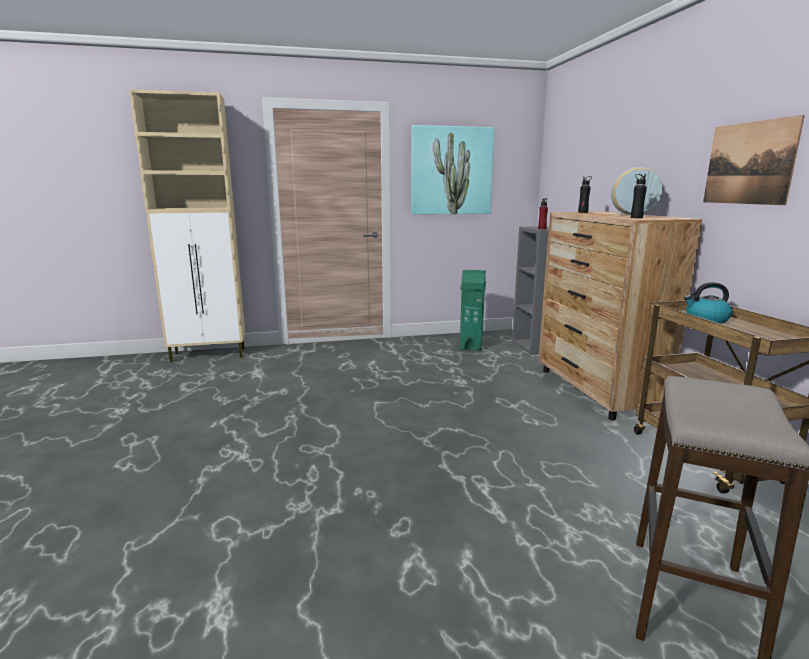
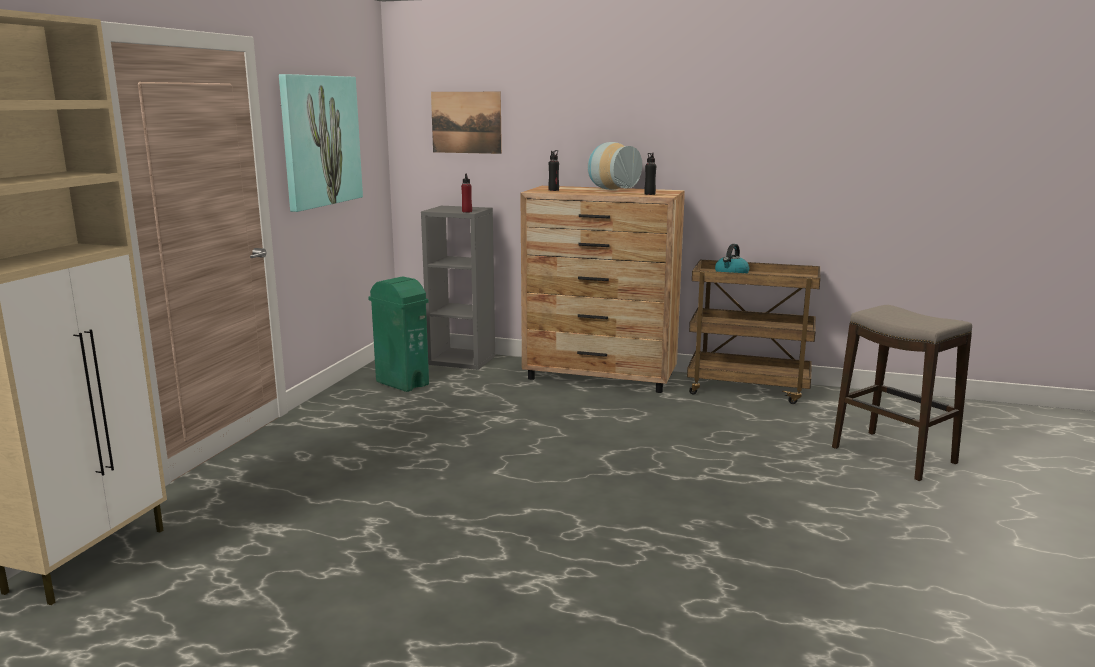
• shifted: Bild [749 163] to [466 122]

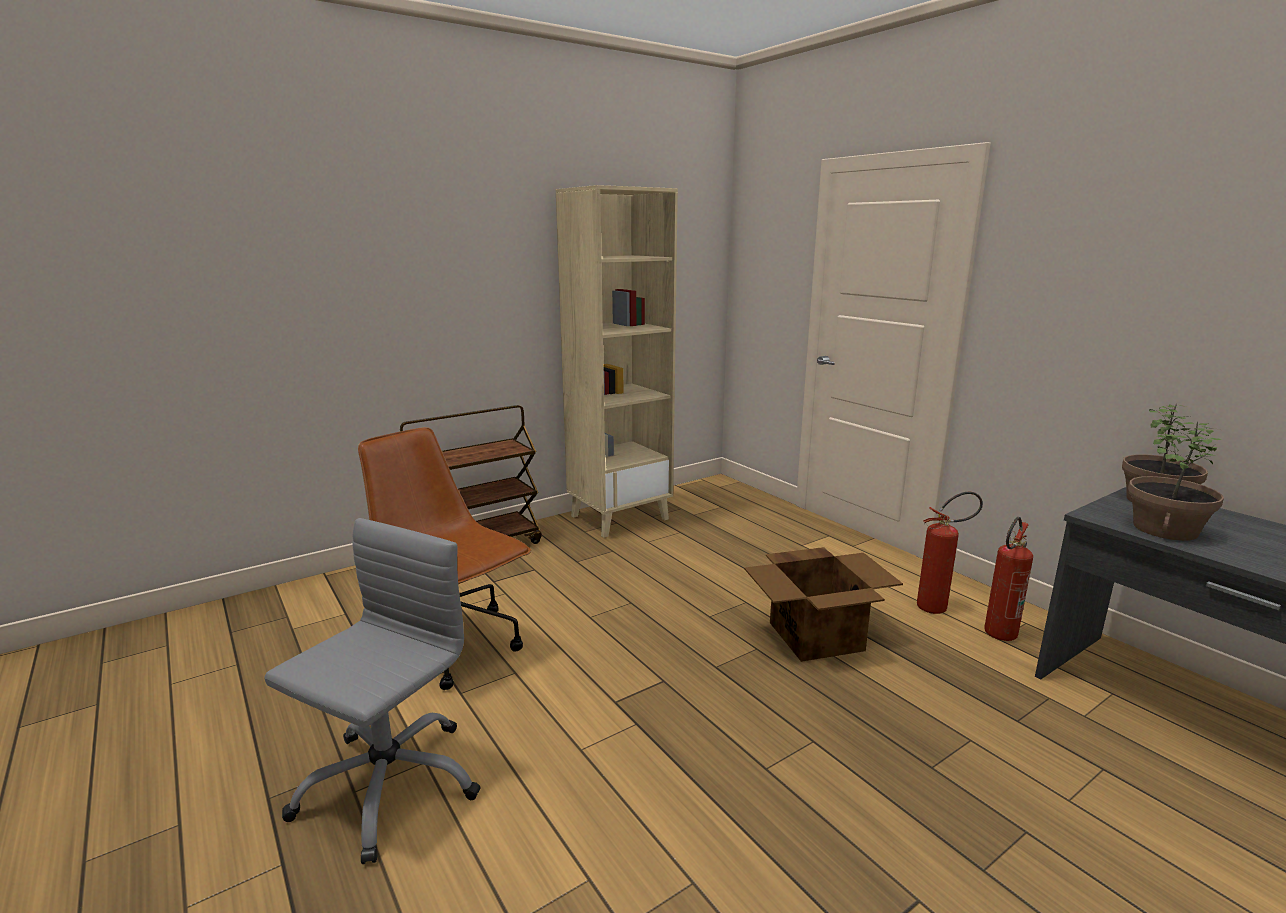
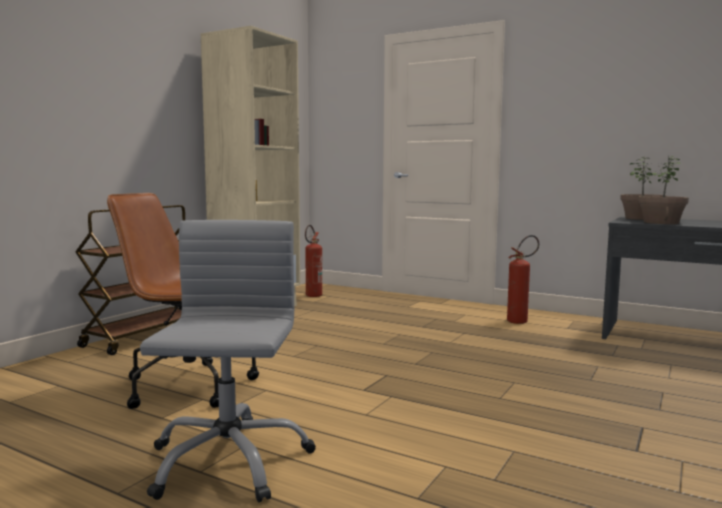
• shifted: Feuerlöscher [998 636] to [312 296]
• gone: Karton [817 636]

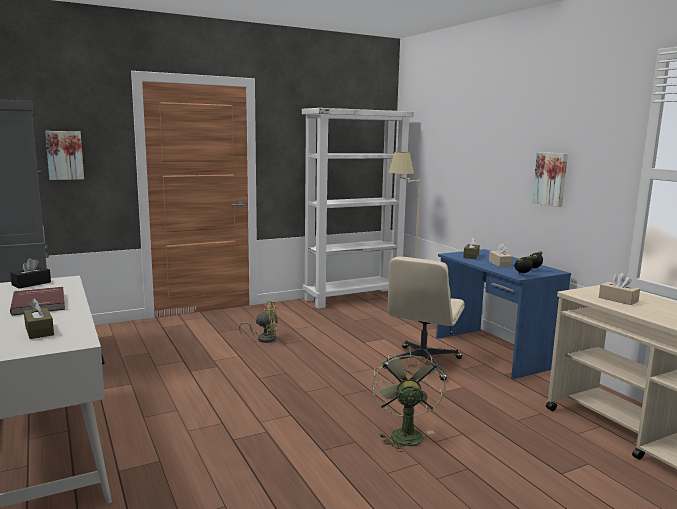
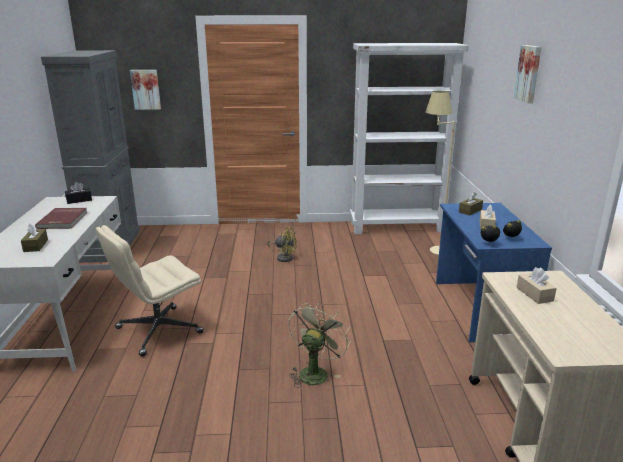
• shifted: Bürostuhl [beige] [422 363] to [158 331]
• shifted: Bild [551 179] to [529 73]

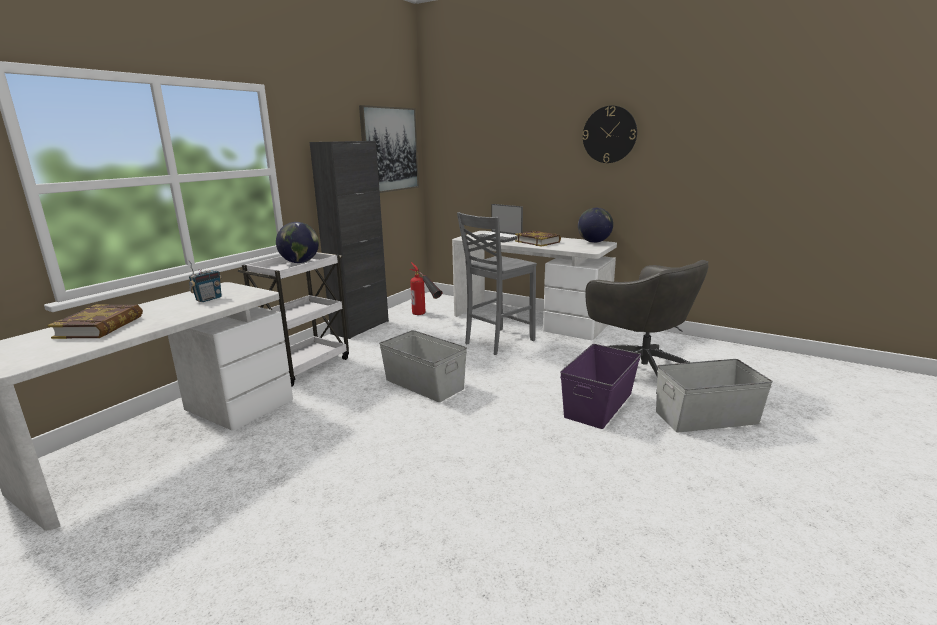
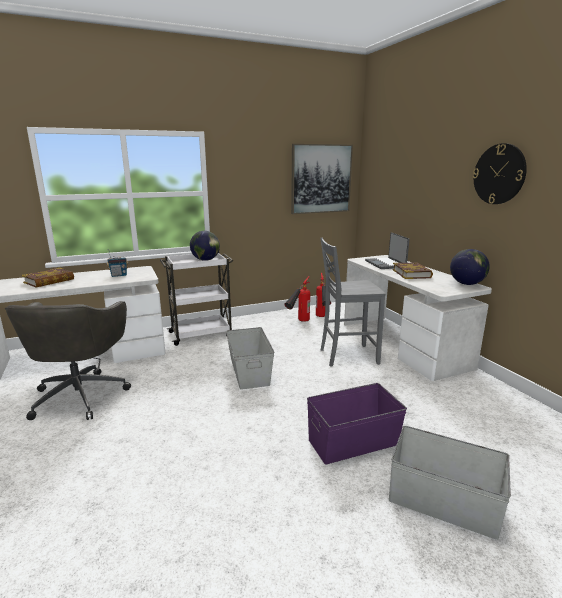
• shifted: Bürostuhl [grau] [640 370] to [81 395]
• new: Feuerlöscher [298 323]
• gone: Schrank [schwarz] [360 327]

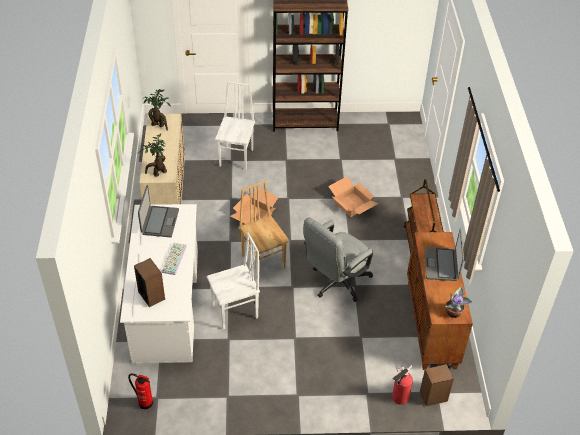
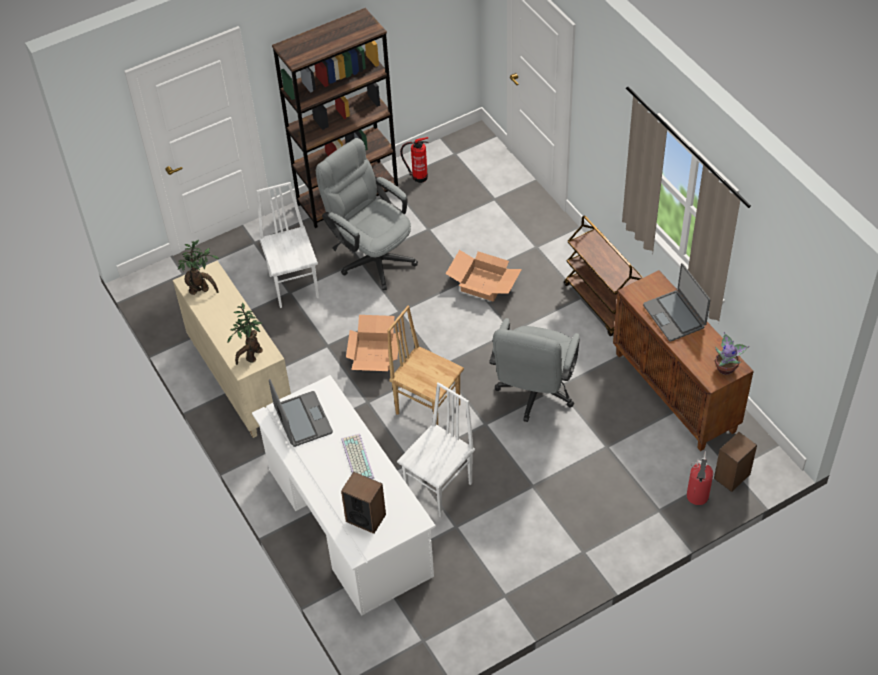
• new: Bürostuhl [grau] [371 256]
• shifted: Feuerlöscher [144 402] to [418 177]

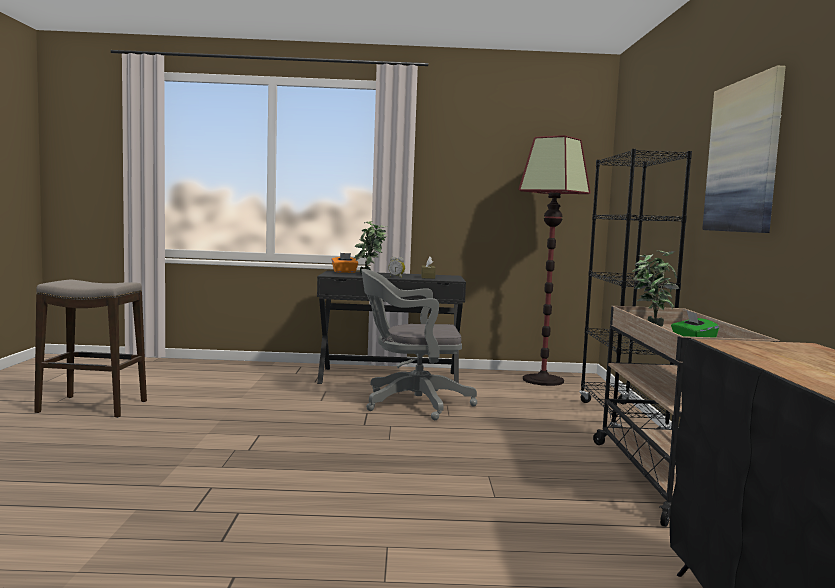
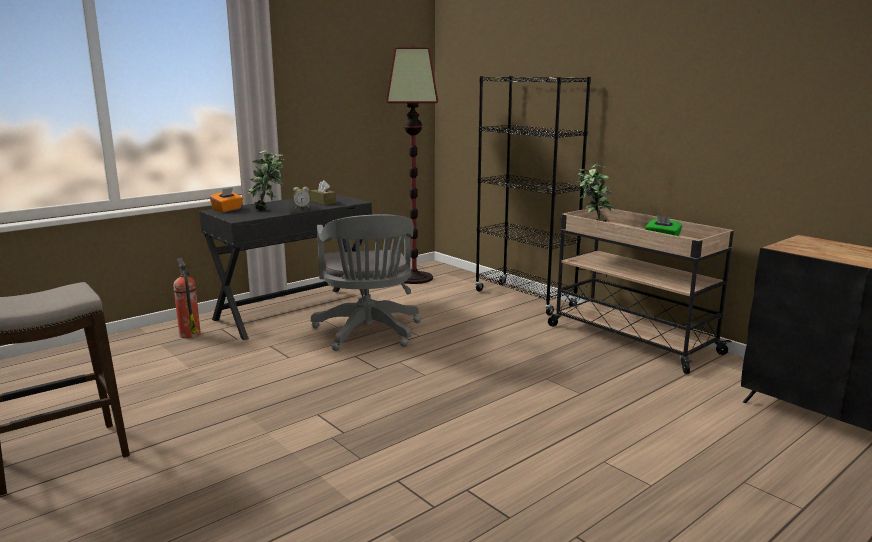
• new: Feuerlöscher [189 334]
• rotated: Bürostuhl [grau] [411 403] = [368 334] 60 degrees counterclockwise
• gone: Bild [744 156]

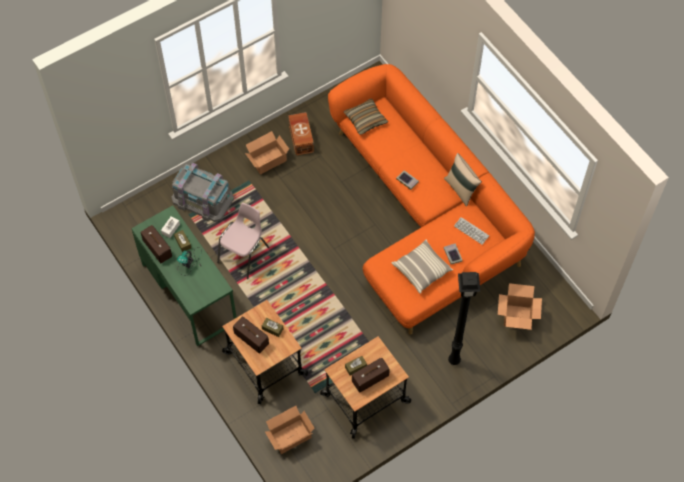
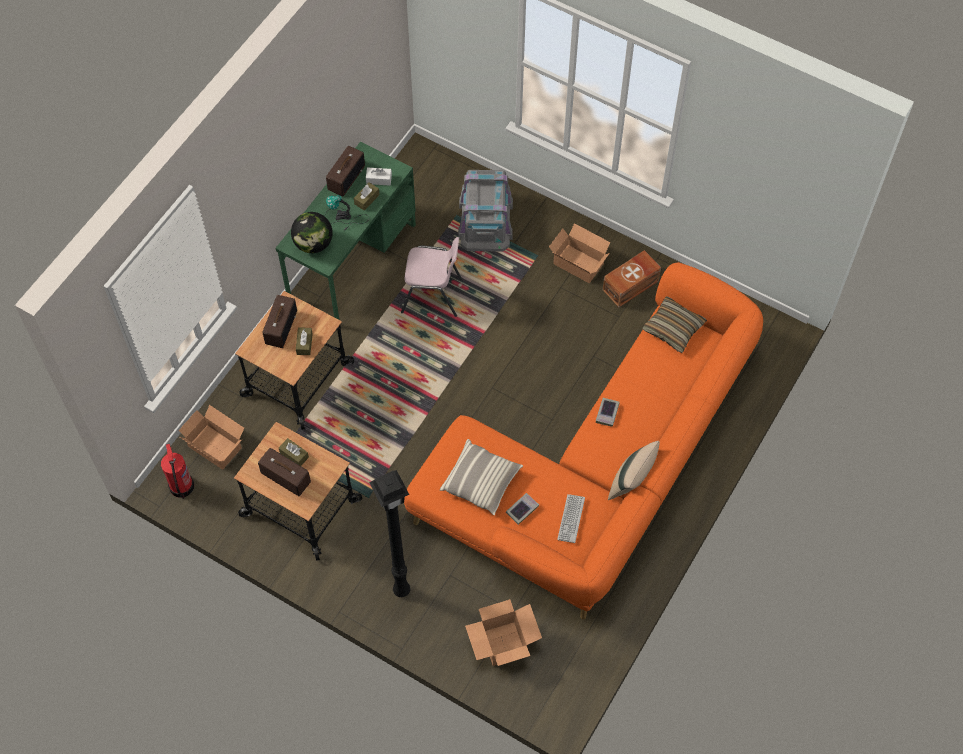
• new: Feuerlöscher [181 487]
• new: Globus [313 244]

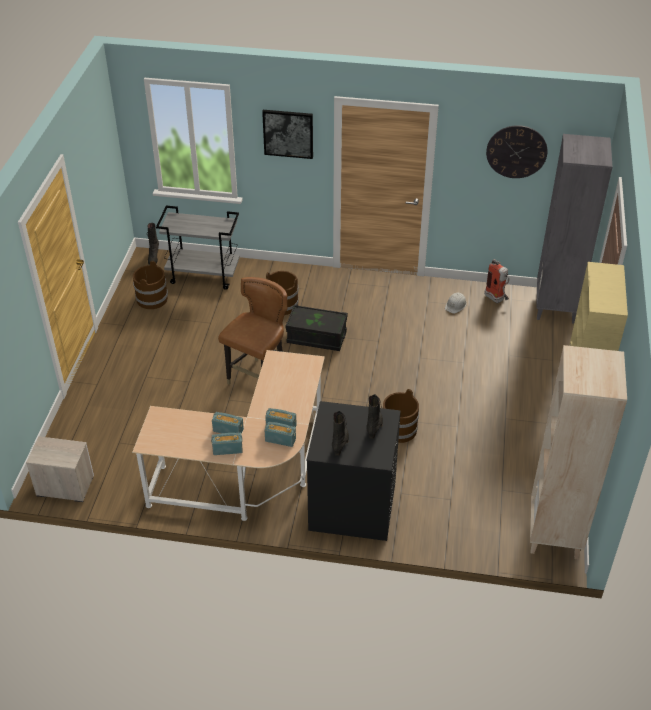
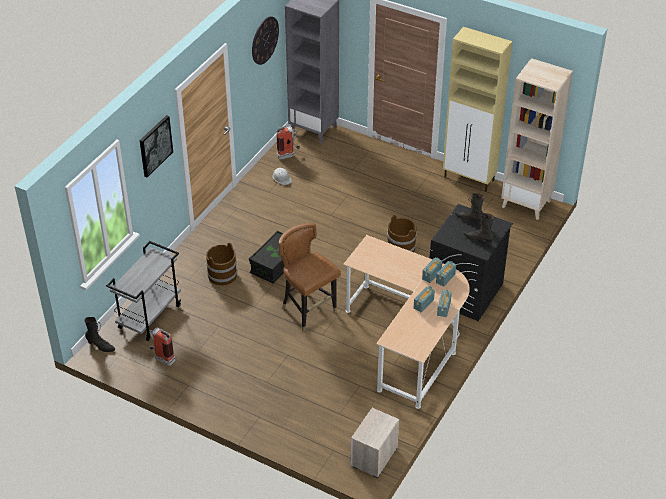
• swapped: Eimer [braun] [152 299] to Feuerlöscher [162 358]

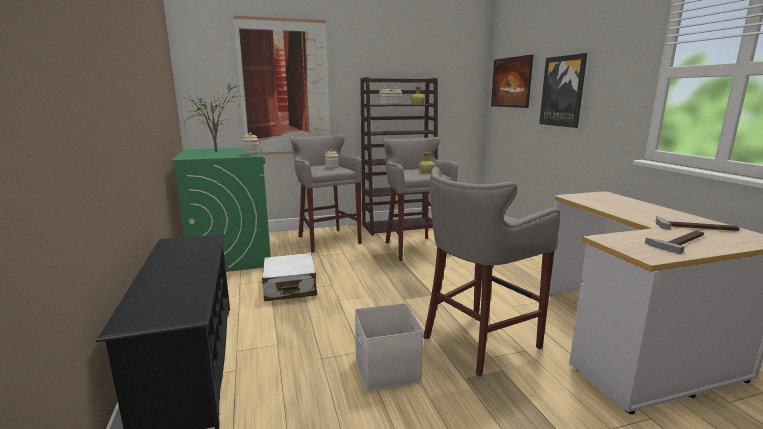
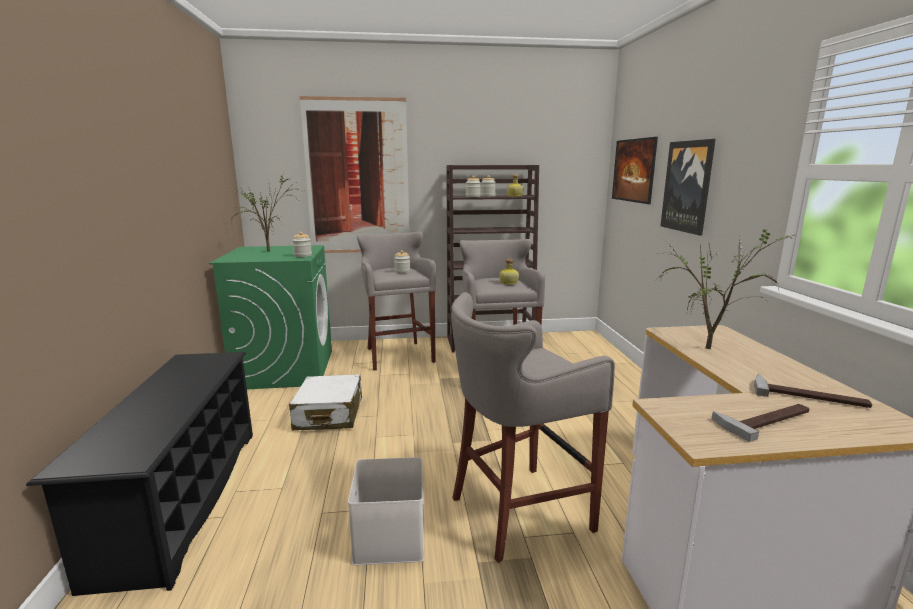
• new: Topfpflanze [711 347]

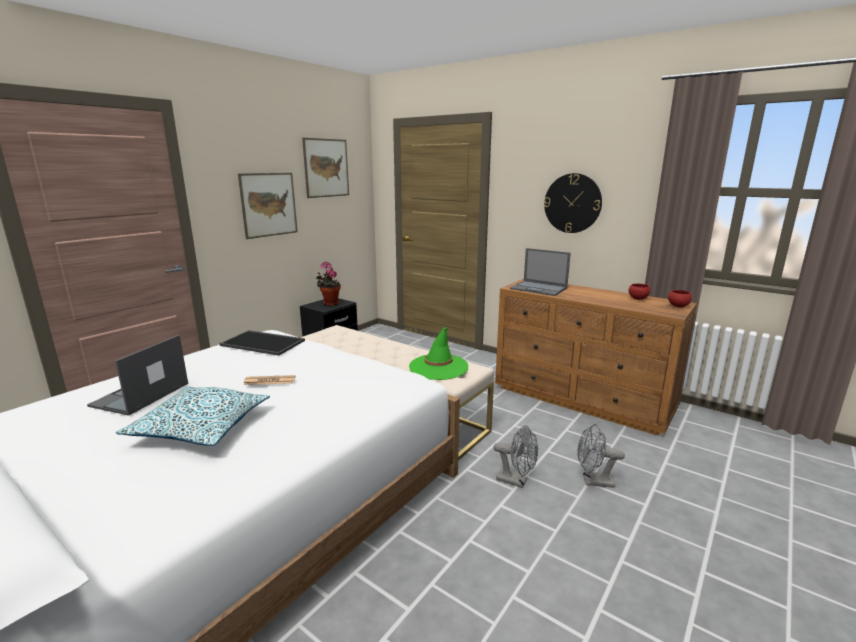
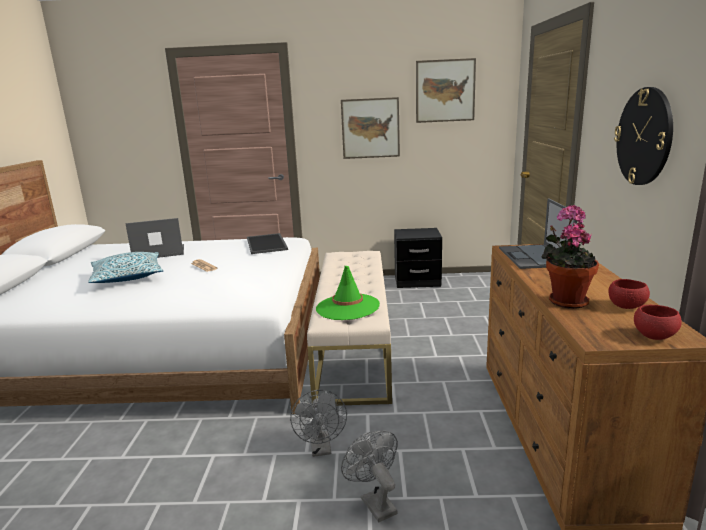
• shifted: Topfpflanze [330 303] to [565 300]

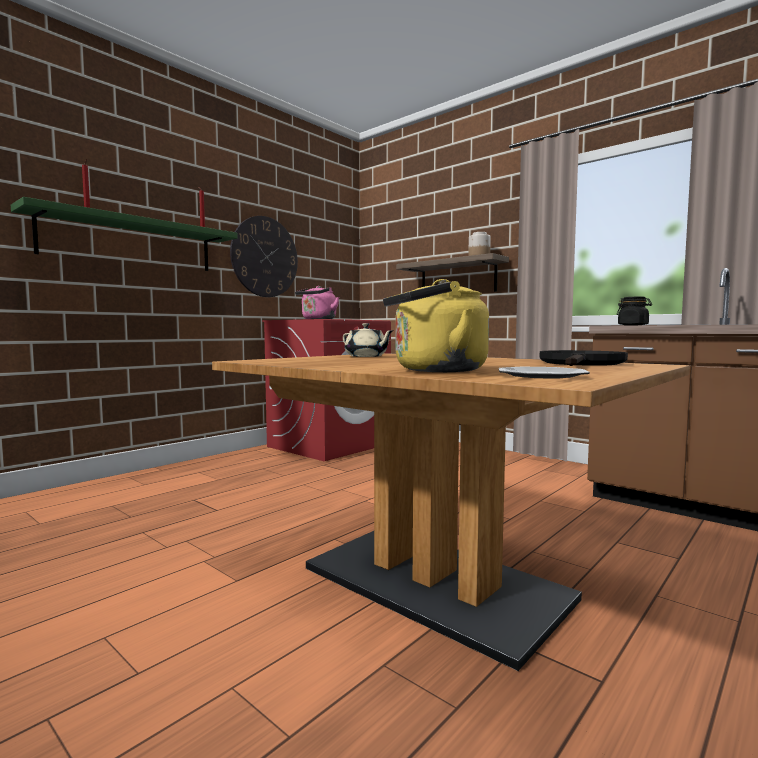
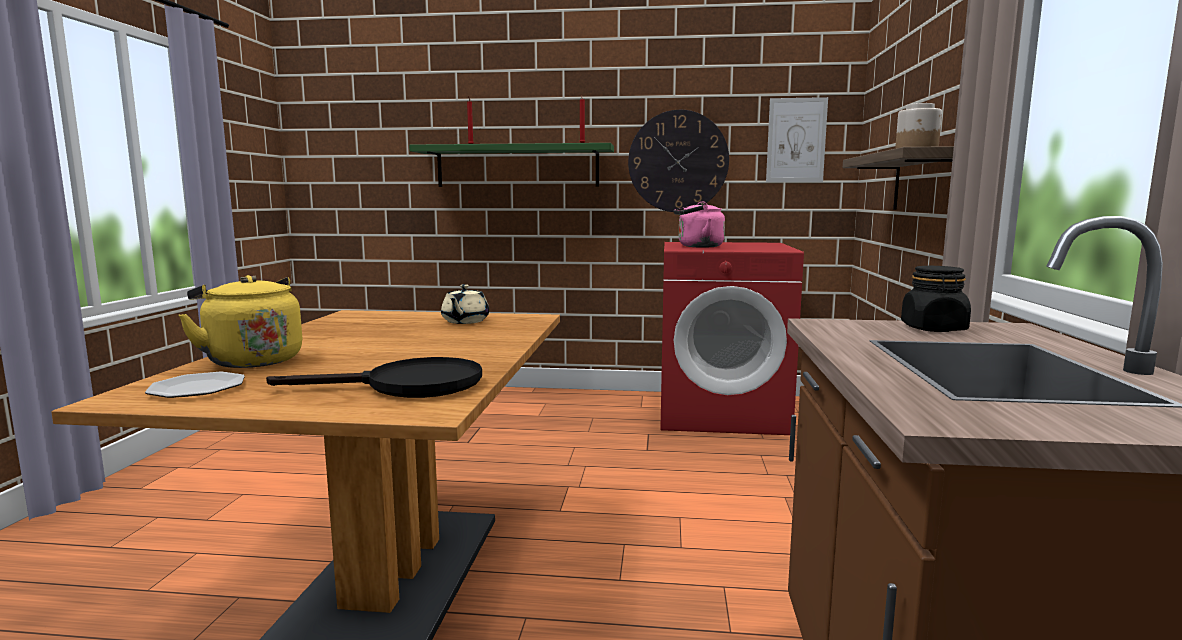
• new: Bild [796 140]

